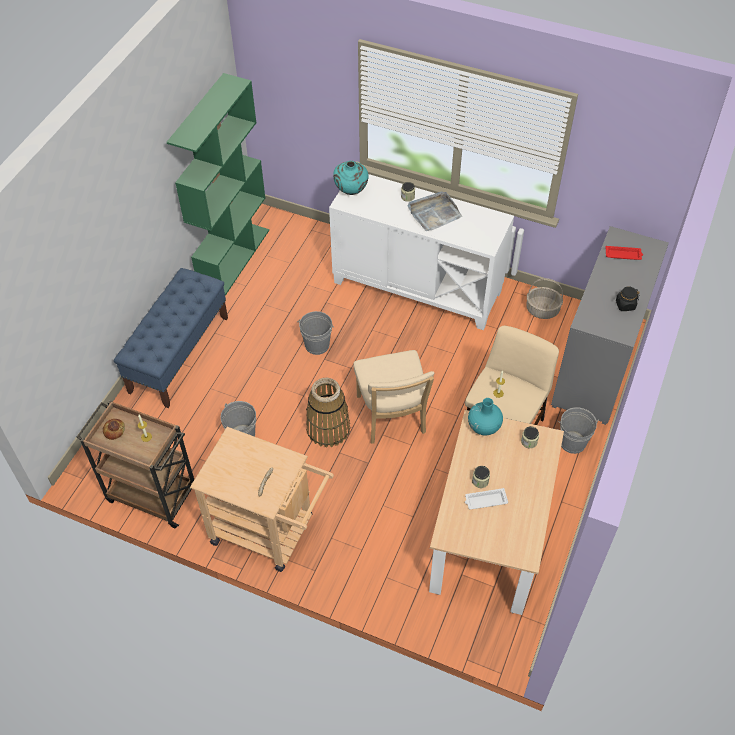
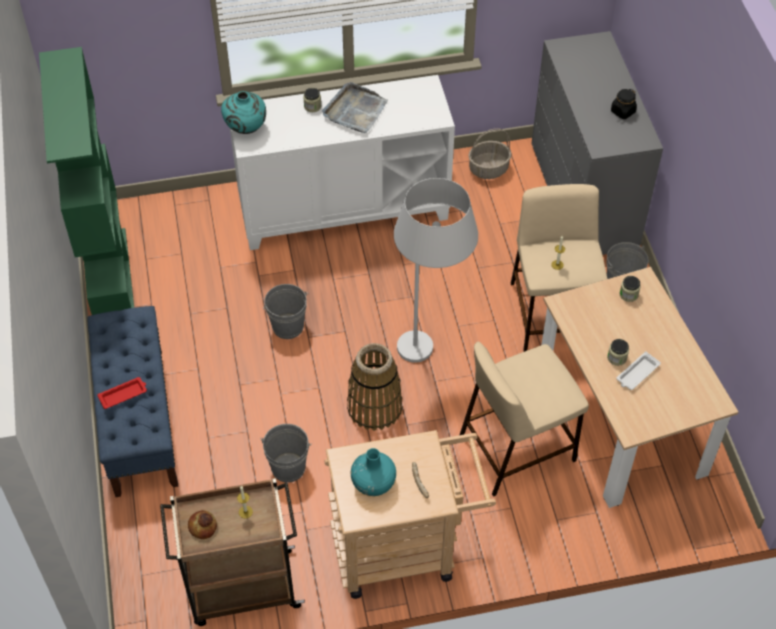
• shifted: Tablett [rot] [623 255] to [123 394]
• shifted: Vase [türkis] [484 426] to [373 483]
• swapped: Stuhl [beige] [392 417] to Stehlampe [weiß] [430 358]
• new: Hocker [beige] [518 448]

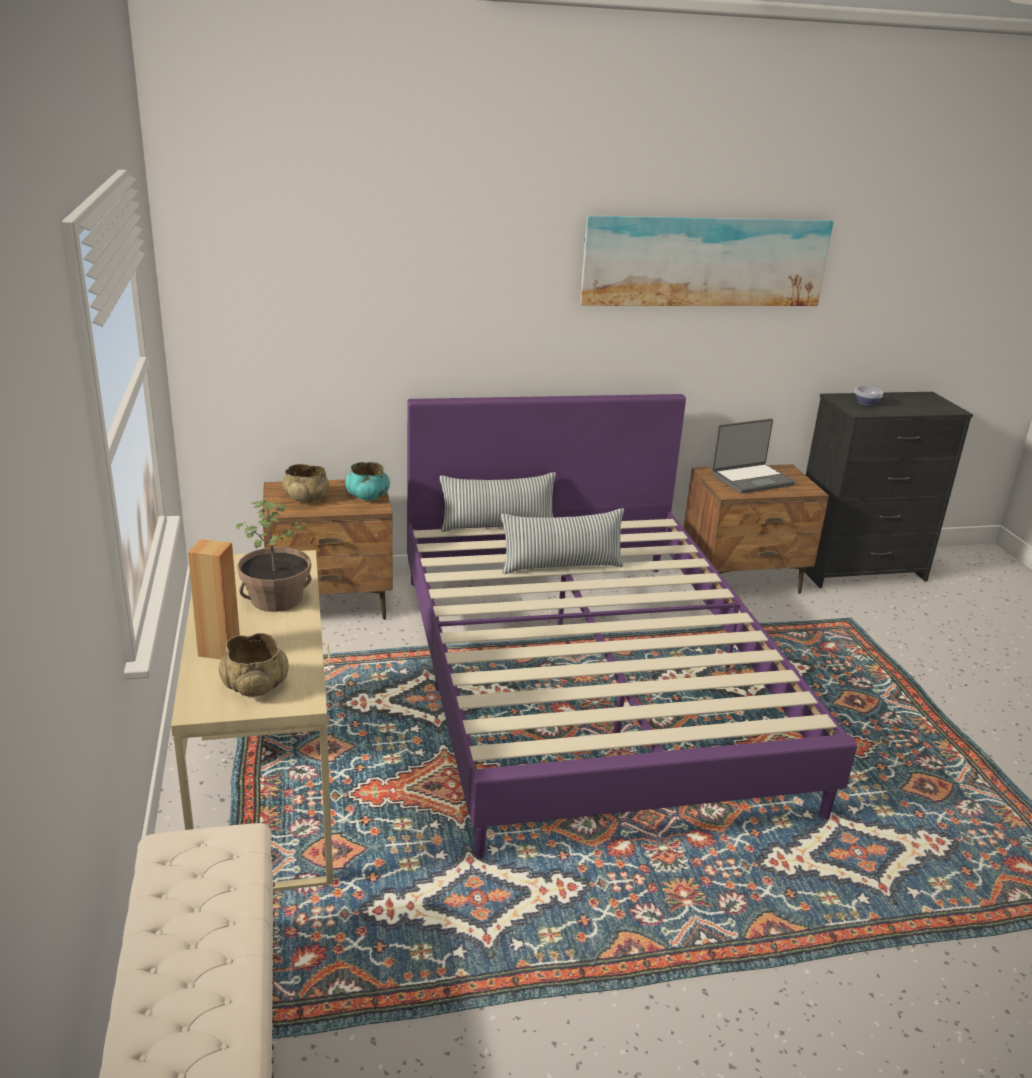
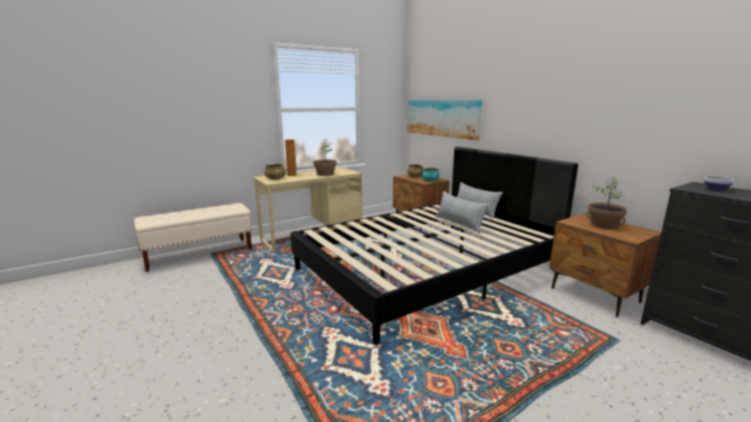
• repainted: Bett [lila] [587 680] to Bett [schwarz] [427 270]
• shifted: Bild [704 261] to [441 118]
• swapped: Laptop [751 479] to Topfpflanze [604 225]

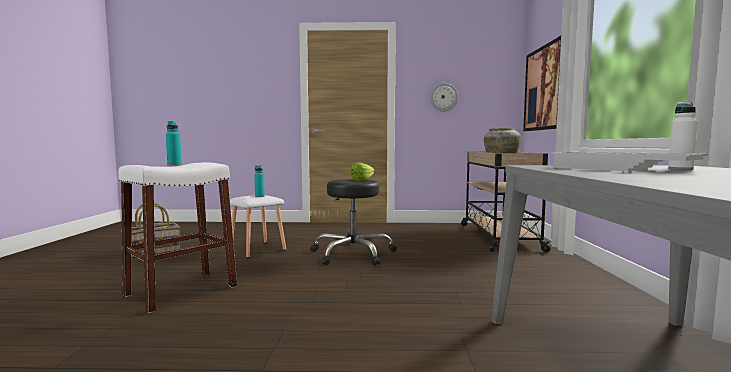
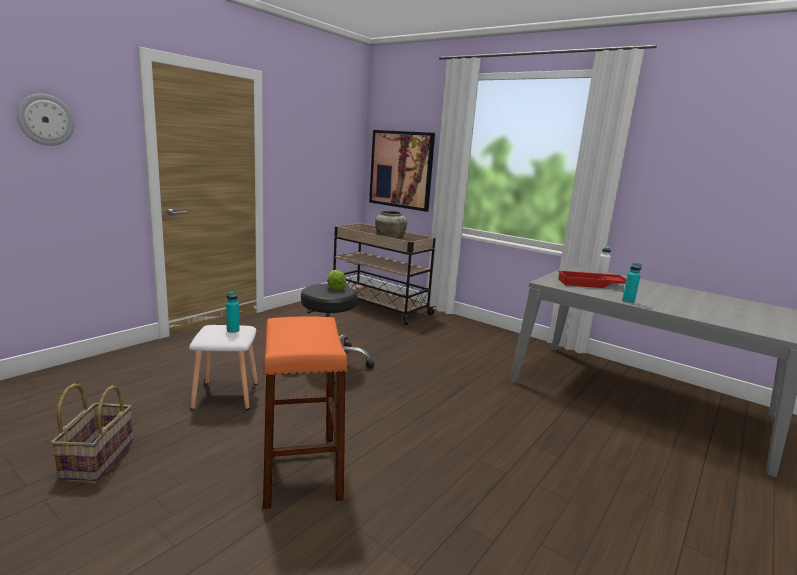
• shifted: Wanduhr [443 97] to [46 120]
• repainted: Hocker [weiß] [182 290] to Hocker [orange] [301 470]
• repainted: Tablett [weiß] [619 169] to Tablett [rot] [591 284]
• shifted: Flasche [türkis] [174 165] to [628 301]

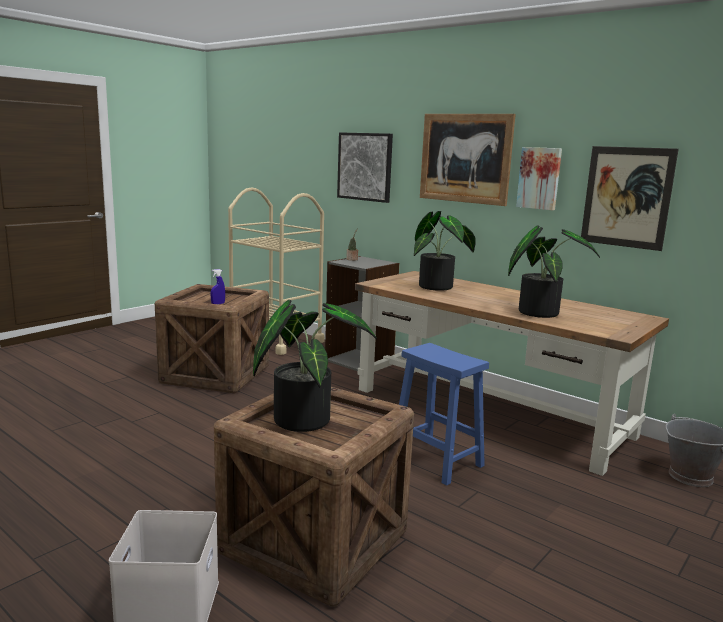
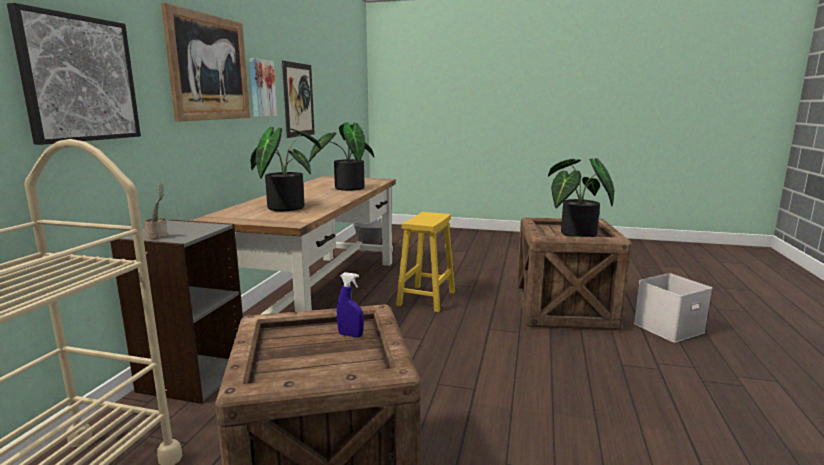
• repainted: Hocker [blau] [435 460] to Hocker [gelb] [426 299]

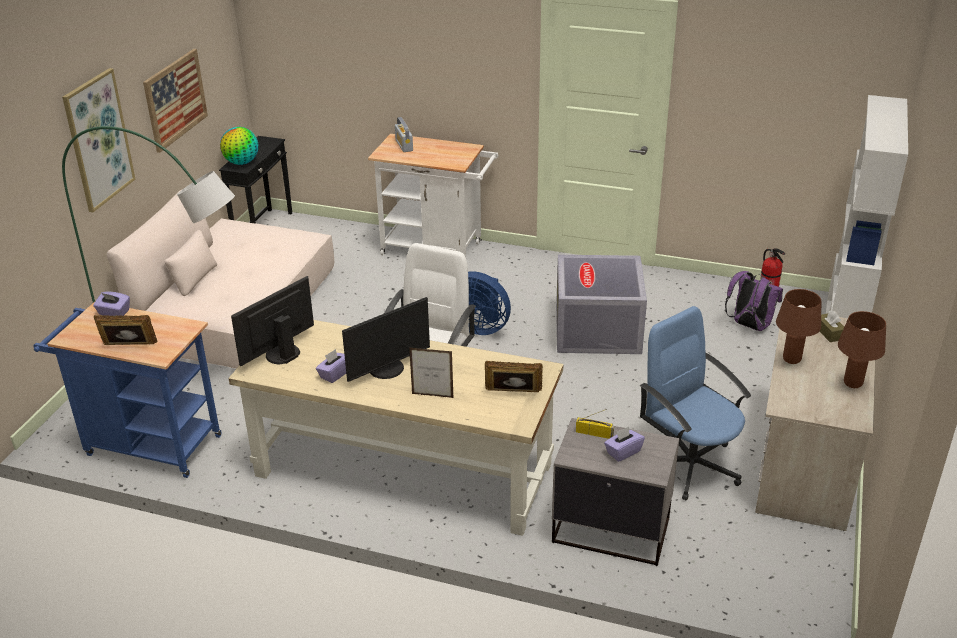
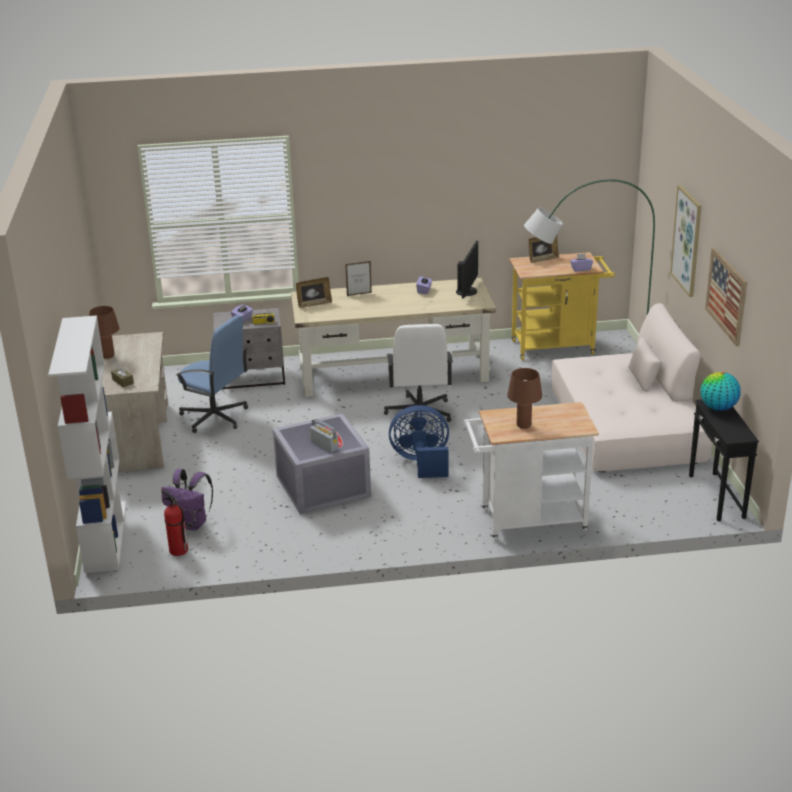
• shifted: Radio [404 145] to [324 445]
• shifted: Tischlampe [braun] [792 360] to [523 426]
• repainted: Rollwagen [blau] [146 444] to Rollwagen [gelb] [558 347]
• gone: Monitor [387 369]

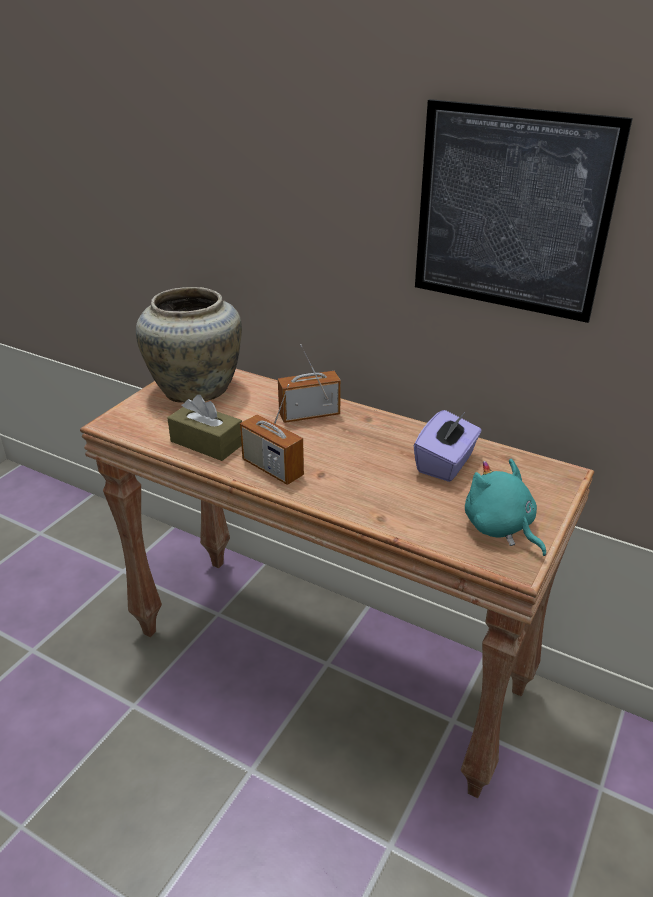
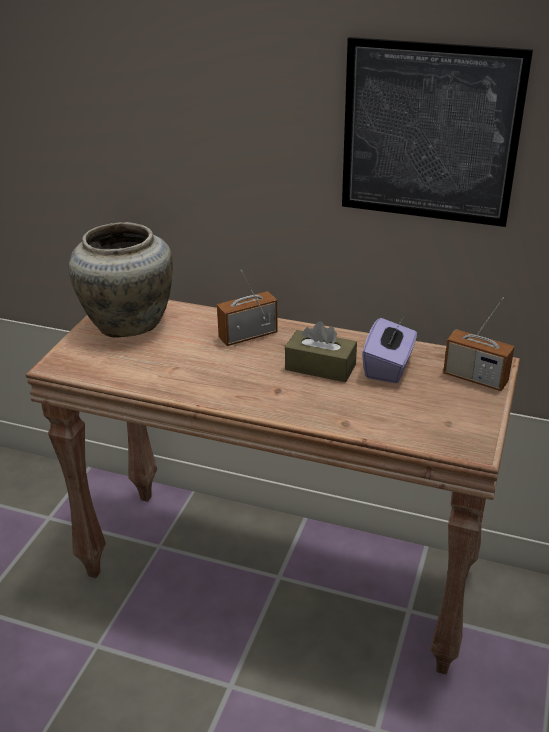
• shifted: Taschentuchbox [braun] [207 443] to [320 367]
• shifted: Radio [272 468] to [475 378]
• gone: Plüschtier [türkis] [500 528]

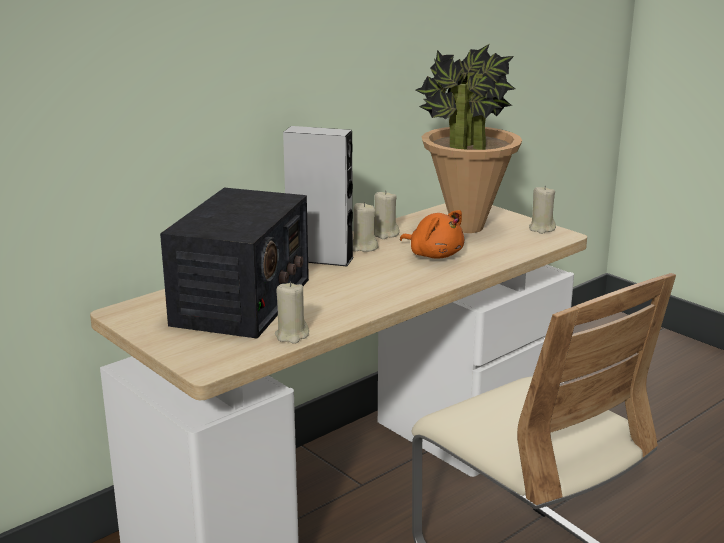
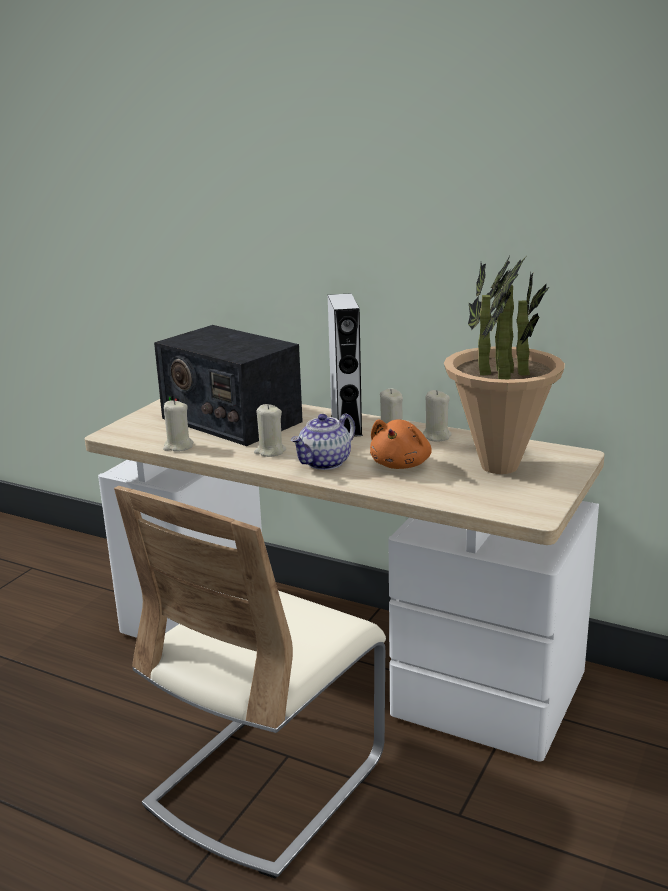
• rotated: Radio [241 302] = [230 420] 45 degrees clockwise
• shifted: Kerze [beige] [541 228] to [270 451]
• new: Teekanne [325 463]

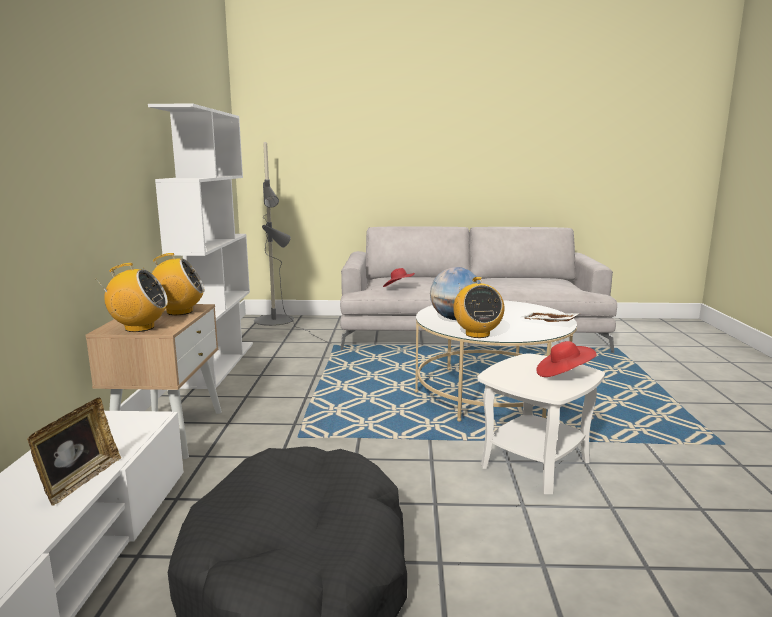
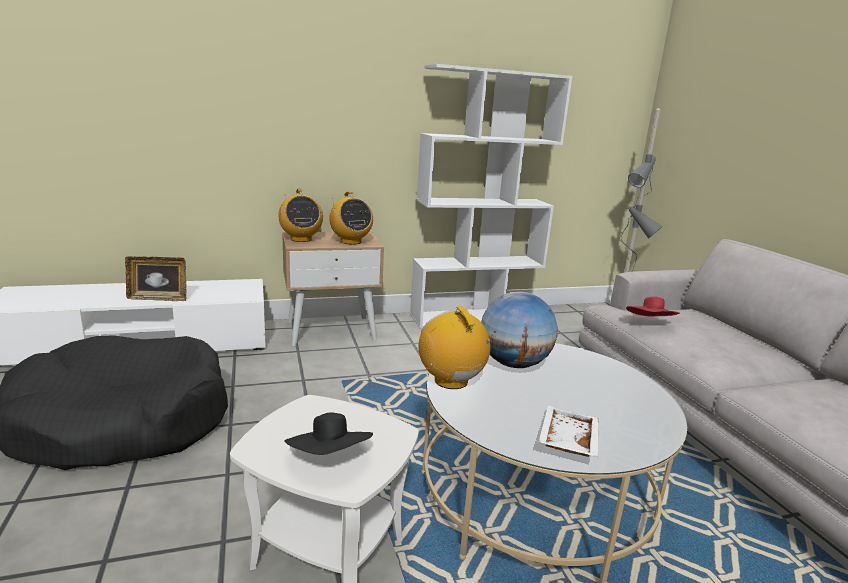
• repainted: Hut [rot] [563 374] to Hut [schwarz] [330 458]
• rotated: Radio [477 334] = [451 381] 90 degrees clockwise

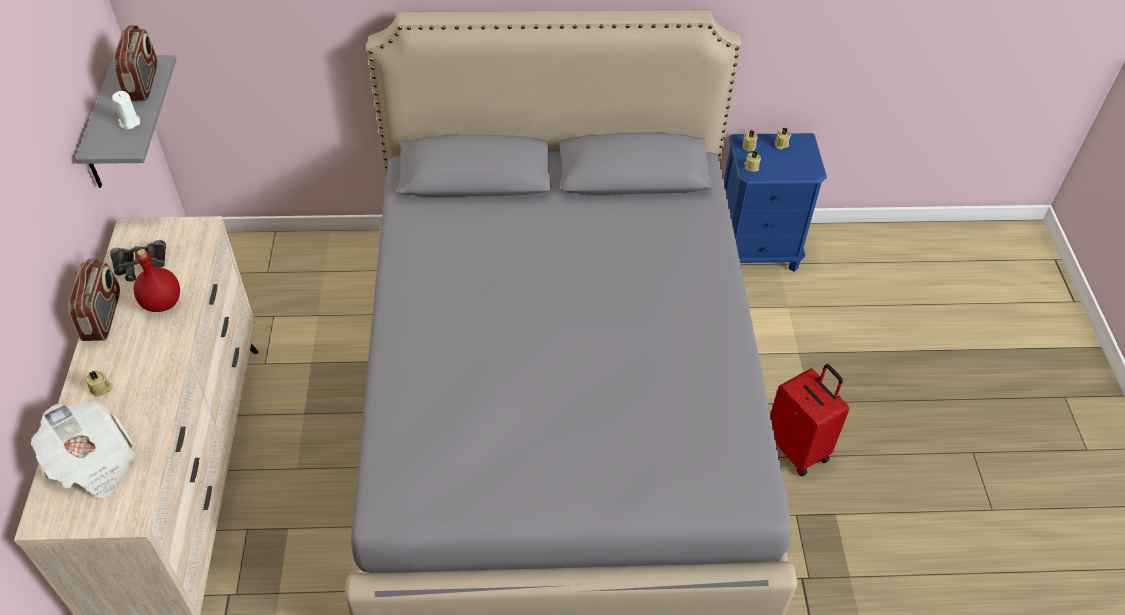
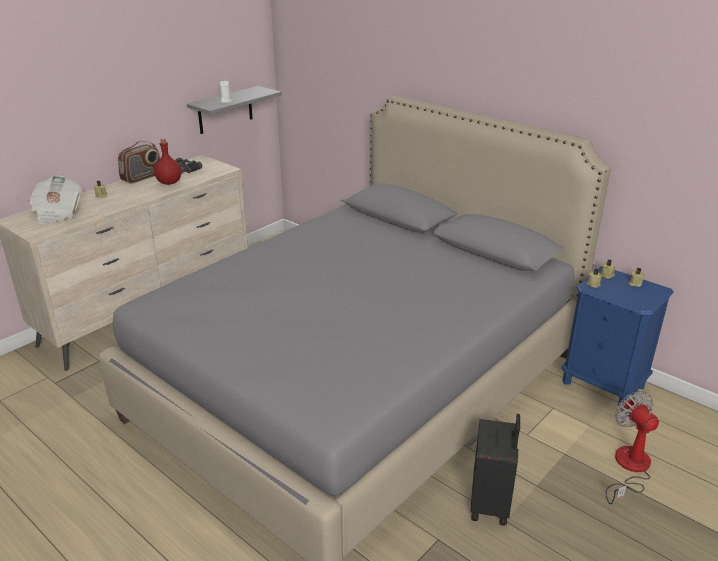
• repainted: Koffer [rot] [798 448] to Koffer [schwarz] [491 504]
• new: Ventilator [629 468]
• gone: Radio [143 83]

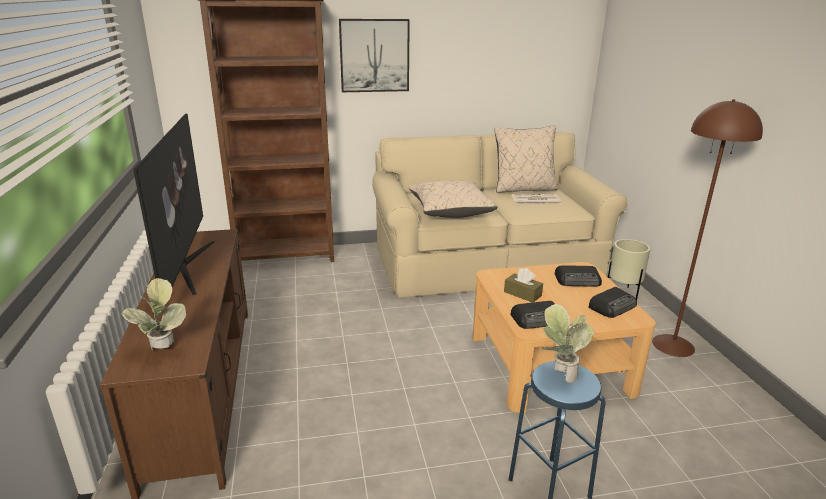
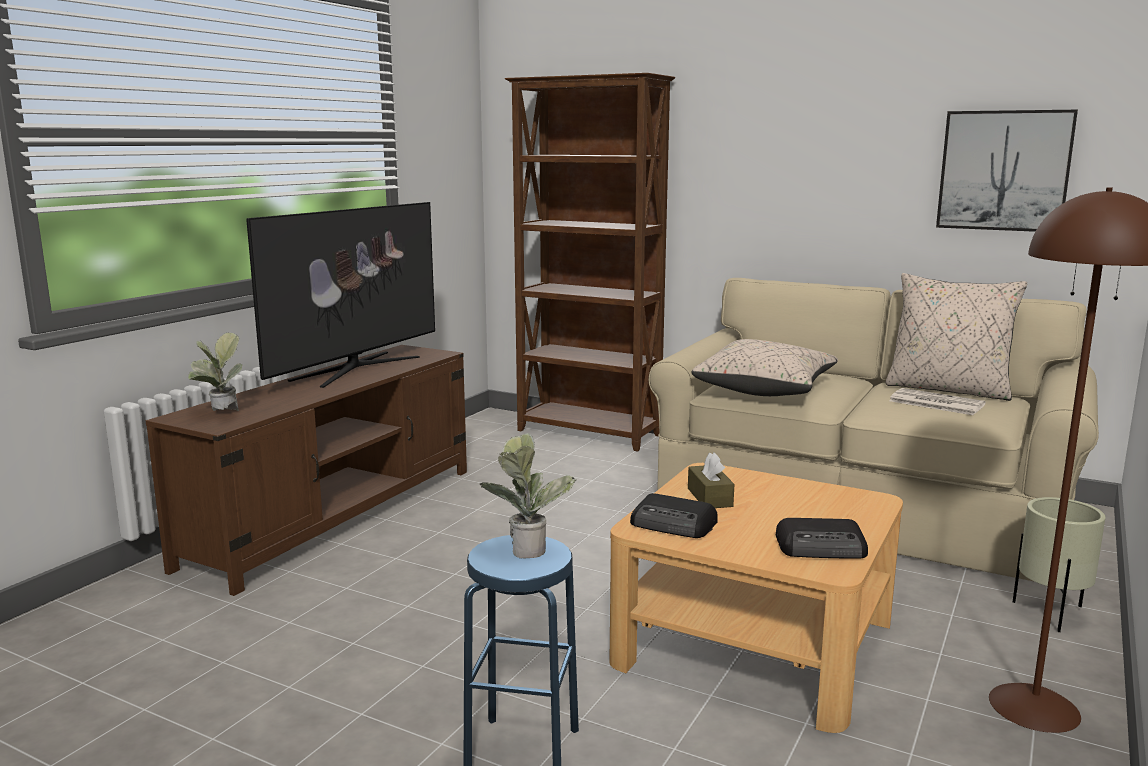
• shifted: Bild [374 55] to [1004 170]
• gone: Radio [578 280]

